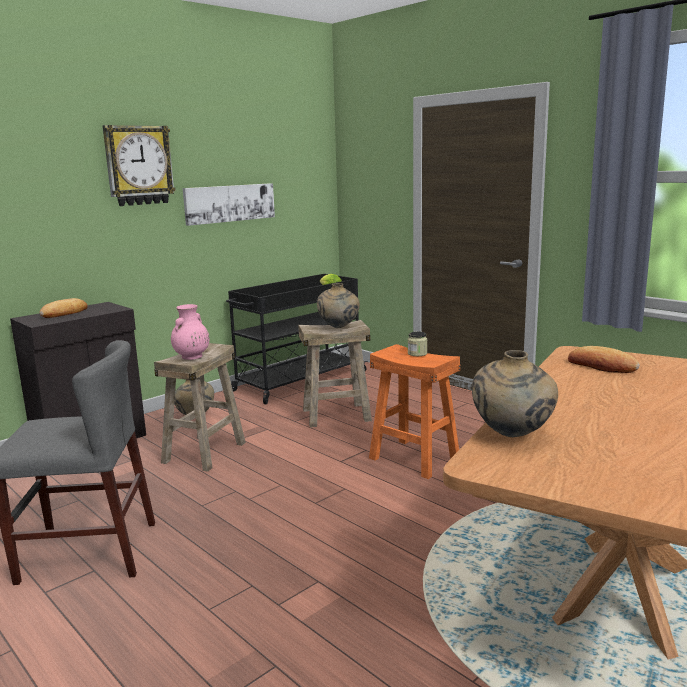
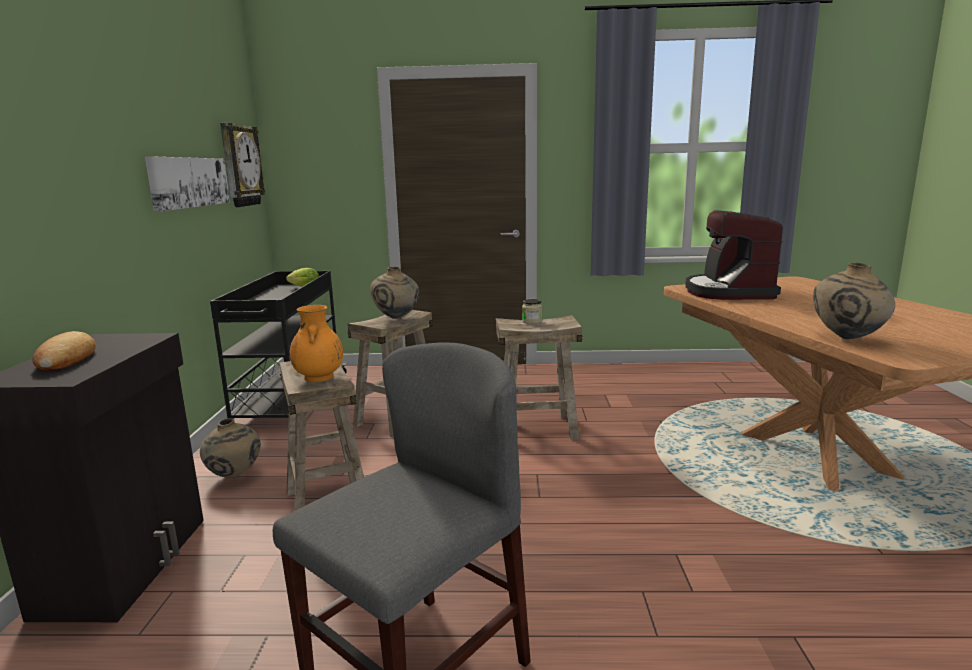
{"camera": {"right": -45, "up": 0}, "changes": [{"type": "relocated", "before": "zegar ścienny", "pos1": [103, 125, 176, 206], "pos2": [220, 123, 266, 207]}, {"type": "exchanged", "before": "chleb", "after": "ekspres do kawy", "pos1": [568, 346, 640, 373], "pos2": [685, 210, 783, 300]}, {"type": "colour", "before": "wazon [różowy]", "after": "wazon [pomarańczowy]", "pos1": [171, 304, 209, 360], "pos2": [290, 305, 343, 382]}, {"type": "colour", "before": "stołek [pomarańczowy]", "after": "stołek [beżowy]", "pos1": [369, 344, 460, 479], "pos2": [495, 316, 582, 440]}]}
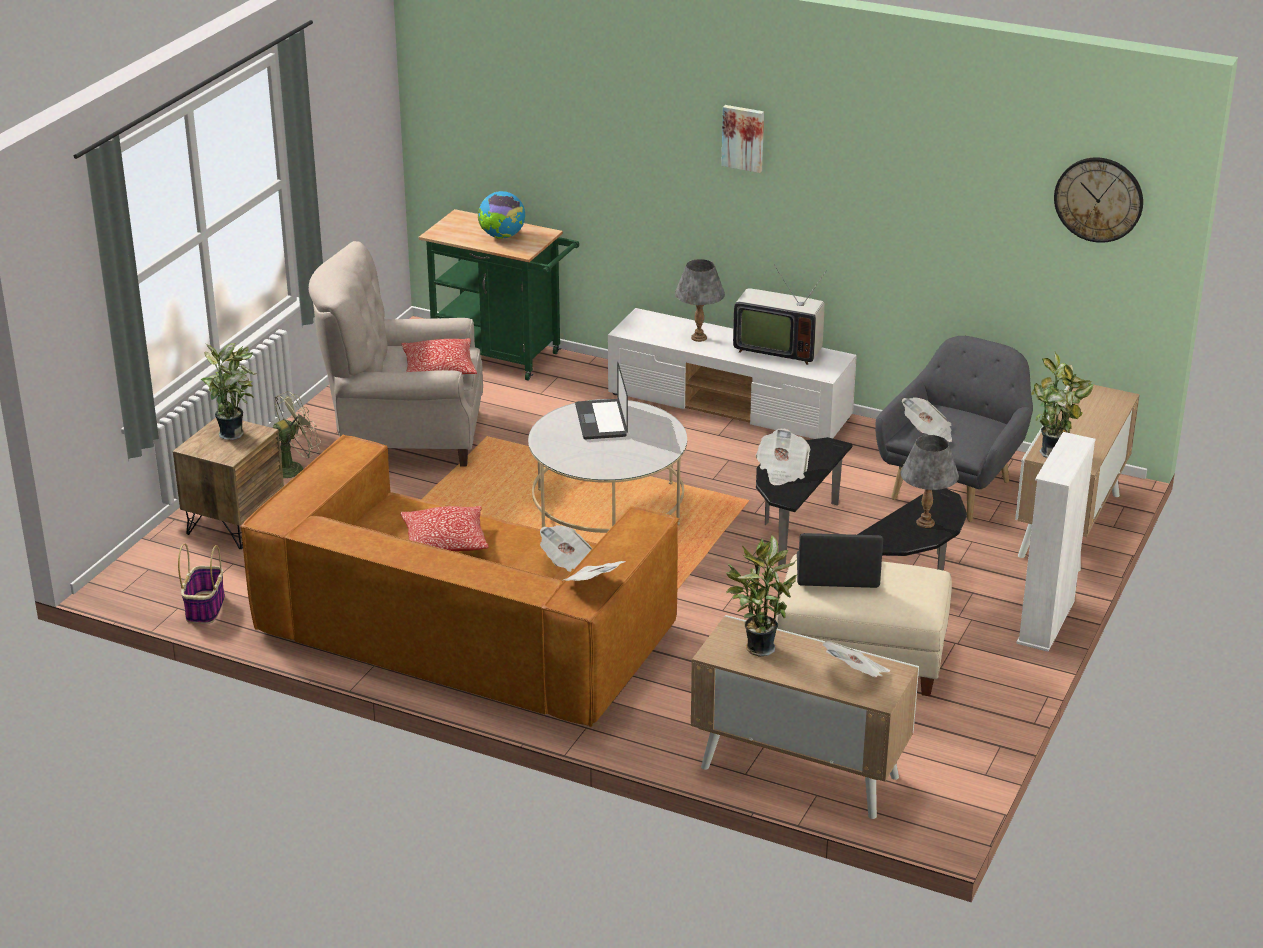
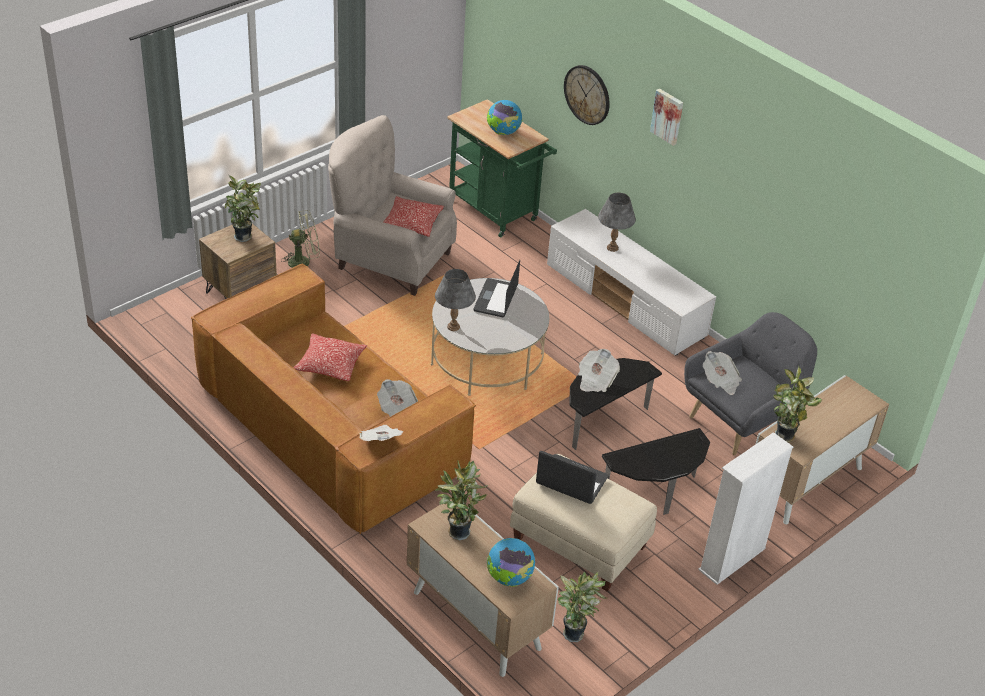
{"camera": {"right": 20, "up": 10}, "changes": [{"type": "missing", "before": "koszyk", "pos1": [178, 543, 225, 624]}, {"type": "missing", "before": "telewizor", "pos1": [733, 264, 827, 365]}, {"type": "appeared", "after": "roślina doniczkowa", "pos2": [557, 572, 607, 642]}, {"type": "relocated", "before": "lampa stołowa [szary]", "pos1": [900, 435, 959, 528], "pos2": [435, 269, 476, 331]}, {"type": "relocated", "before": "zegar ścienny", "pos1": [1054, 158, 1143, 243], "pos2": [564, 65, 610, 125]}, {"type": "exchanged", "before": "gazeta", "after": "globus", "pos1": [823, 641, 890, 677], "pos2": [487, 538, 535, 587]}]}
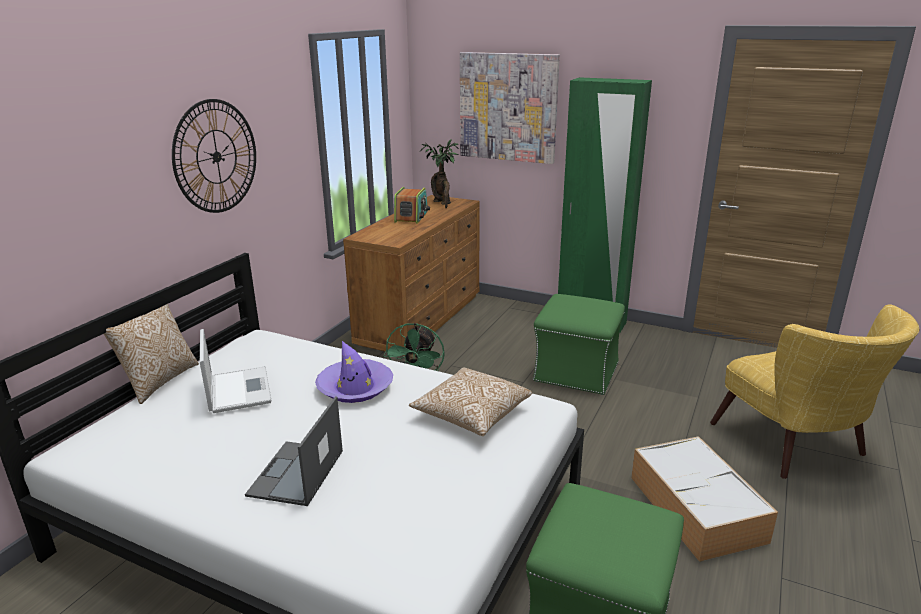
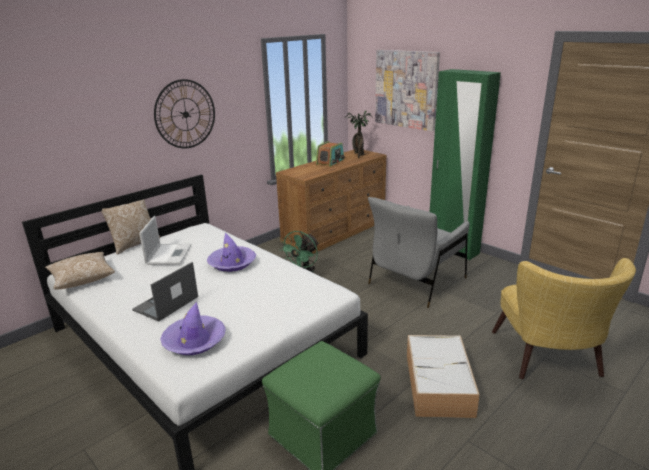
{"camera": {"right": 20, "up": 0}, "changes": [{"type": "appeared", "after": "kapelusz [fioletowy]", "pos2": [160, 302, 226, 355]}, {"type": "relocated", "before": "poduszka", "pos1": [409, 367, 532, 436], "pos2": [45, 252, 115, 289]}, {"type": "exchanged", "before": "pufa [zielony]", "after": "fotel [szary]", "pos1": [533, 294, 625, 395], "pos2": [368, 197, 469, 308]}]}
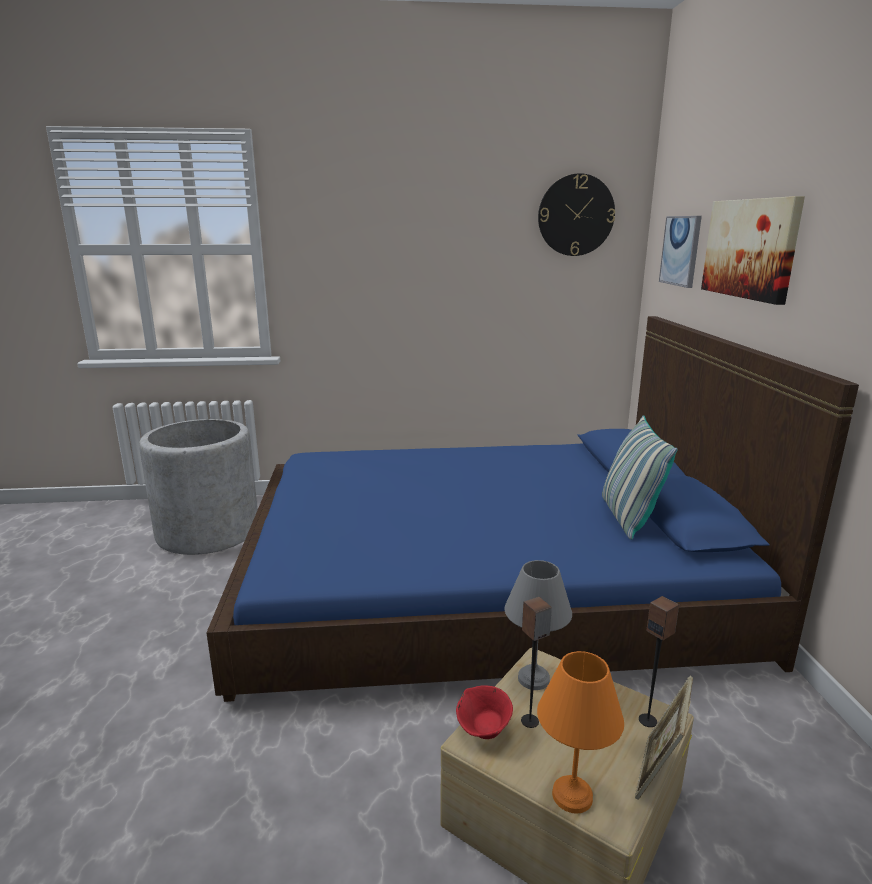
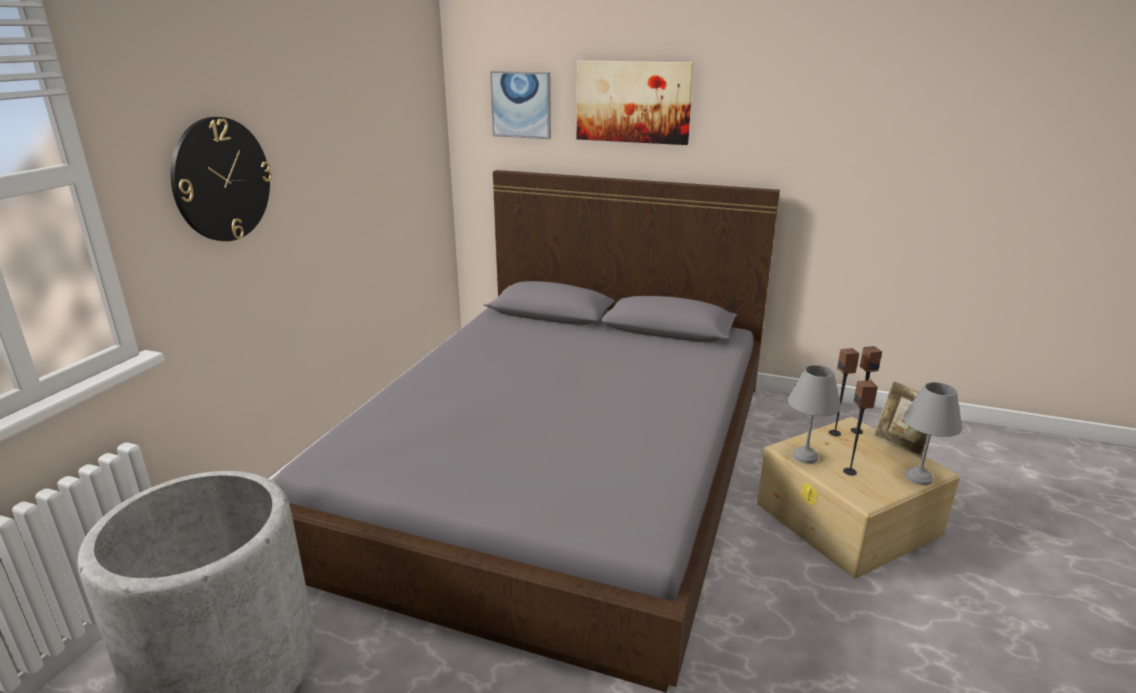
{"camera": {"right": -65, "up": 5}, "changes": [{"type": "missing", "before": "miska [czerwony]", "pos1": [456, 685, 513, 739]}, {"type": "missing", "before": "poduszka", "pos1": [602, 415, 677, 540]}, {"type": "appeared", "after": "głośnik", "pos2": [829, 348, 859, 436]}, {"type": "relocated", "before": "zegar ścienny", "pos1": [538, 173, 615, 256], "pos2": [171, 117, 272, 241]}, {"type": "colour", "before": "łóżko [niebieski]", "after": "łóżko [szary]", "pos1": [206, 316, 859, 702], "pos2": [274, 170, 780, 692]}, {"type": "colour", "before": "lampa stołowa [pomarańczowy]", "after": "lampa stołowa [szary]", "pos1": [537, 651, 624, 813], "pos2": [903, 382, 962, 485]}]}
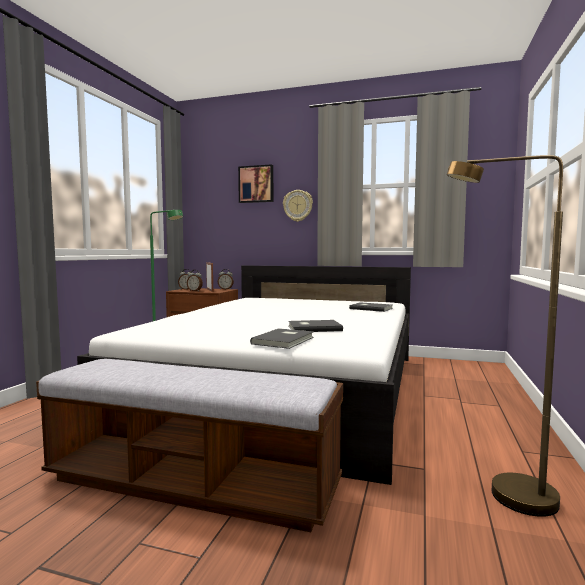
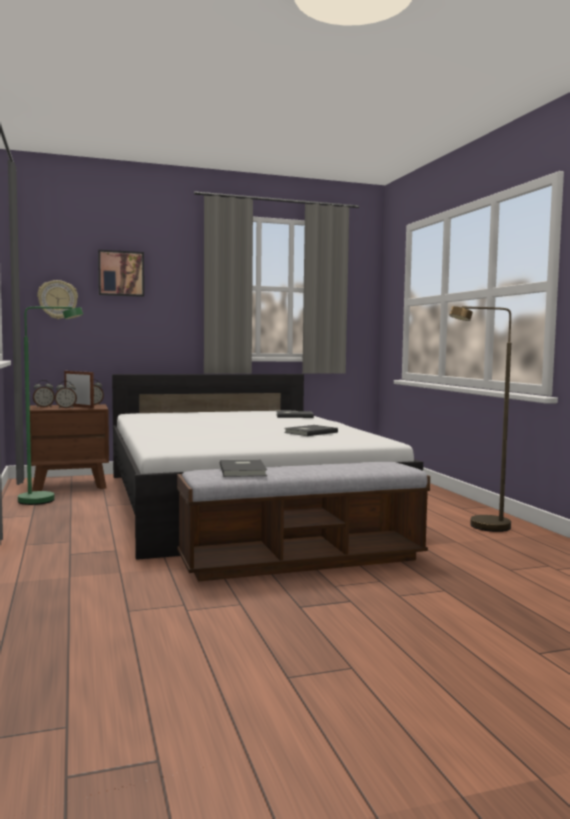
{"camera": {"right": -35, "up": 0}, "changes": [{"type": "relocated", "before": "książka [szary]", "pos1": [250, 328, 314, 349], "pos2": [220, 459, 267, 477]}, {"type": "relocated", "before": "zegar ścienny", "pos1": [283, 190, 313, 222], "pos2": [37, 280, 78, 319]}]}
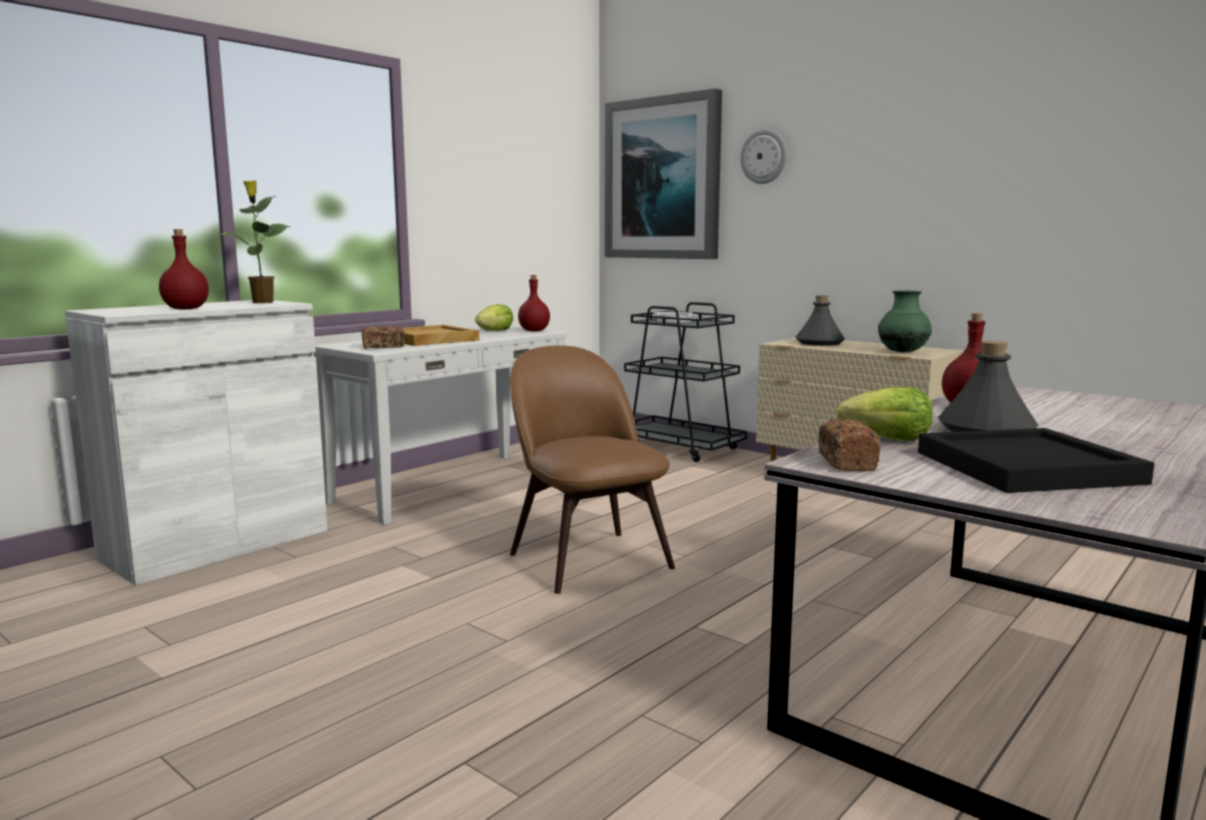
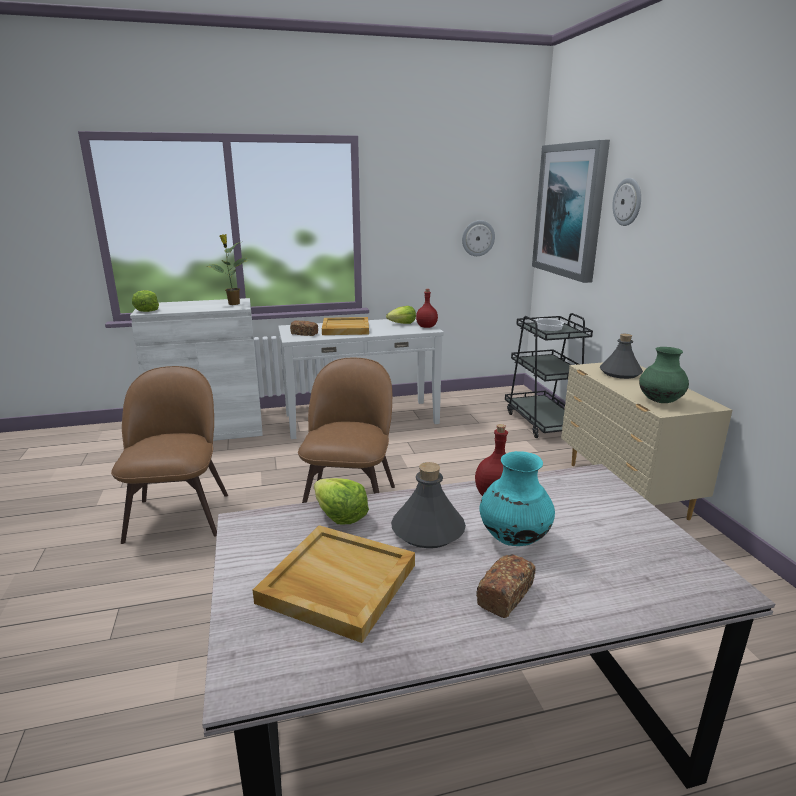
{"camera": {"right": 35, "up": 10}, "changes": [{"type": "missing", "before": "butelka [czerwony]", "pos1": [159, 229, 209, 309]}, {"type": "appeared", "after": "krzesło [brązowy]", "pos2": [111, 366, 228, 544]}, {"type": "appeared", "after": "sałata", "pos2": [132, 290, 159, 312]}, {"type": "appeared", "after": "zegar ścienny", "pos2": [462, 220, 495, 256]}, {"type": "appeared", "after": "wazon [turkusowy]", "pos2": [480, 451, 555, 546]}, {"type": "relocated", "before": "chleb", "pos1": [818, 419, 881, 471], "pos2": [476, 554, 536, 618]}, {"type": "colour", "before": "taca [czarny]", "after": "taca [beżowy]", "pos1": [918, 428, 1154, 493], "pos2": [253, 525, 415, 643]}]}
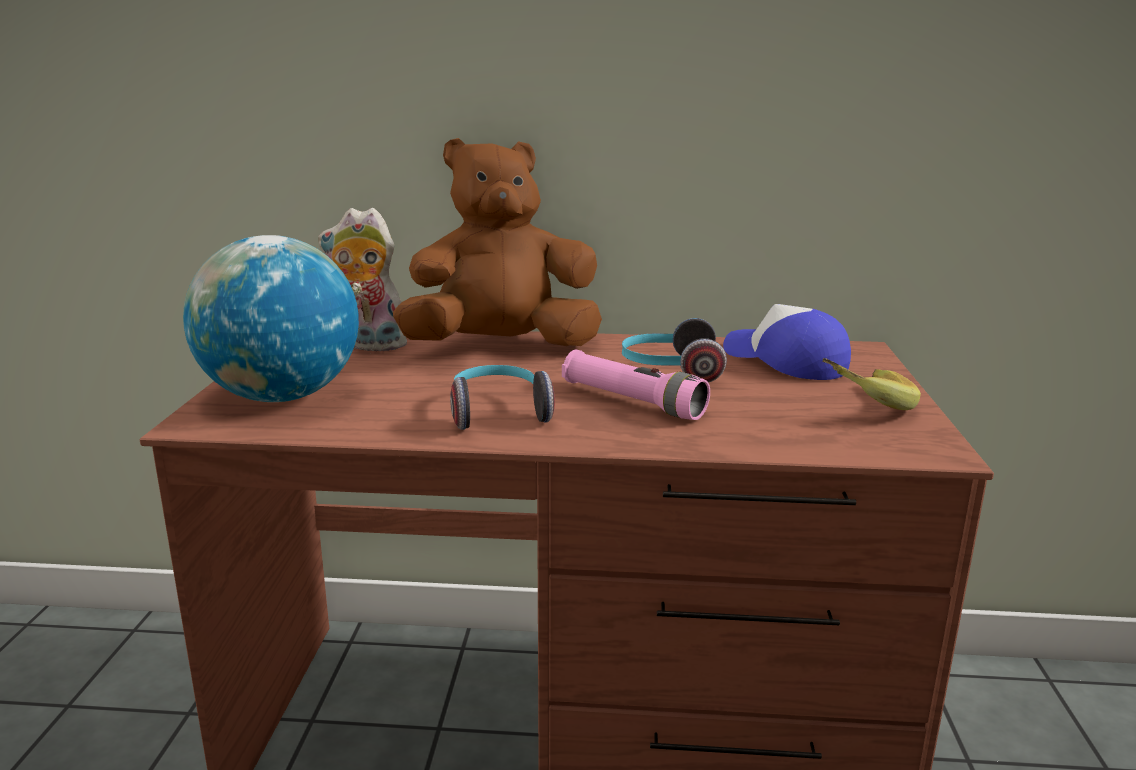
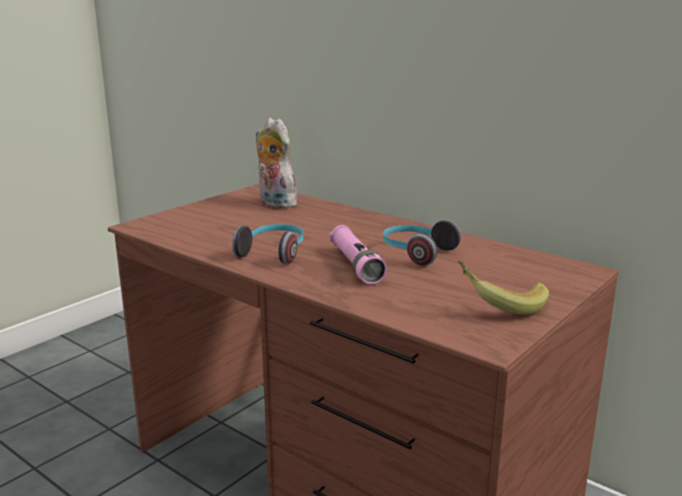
{"camera": {"right": 35, "up": 0}, "changes": [{"type": "missing", "before": "globus", "pos1": [183, 235, 359, 402]}, {"type": "missing", "before": "pluszak [brązowy]", "pos1": [393, 138, 602, 346]}, {"type": "missing", "before": "czapka z daszkiem", "pos1": [723, 304, 851, 380]}]}
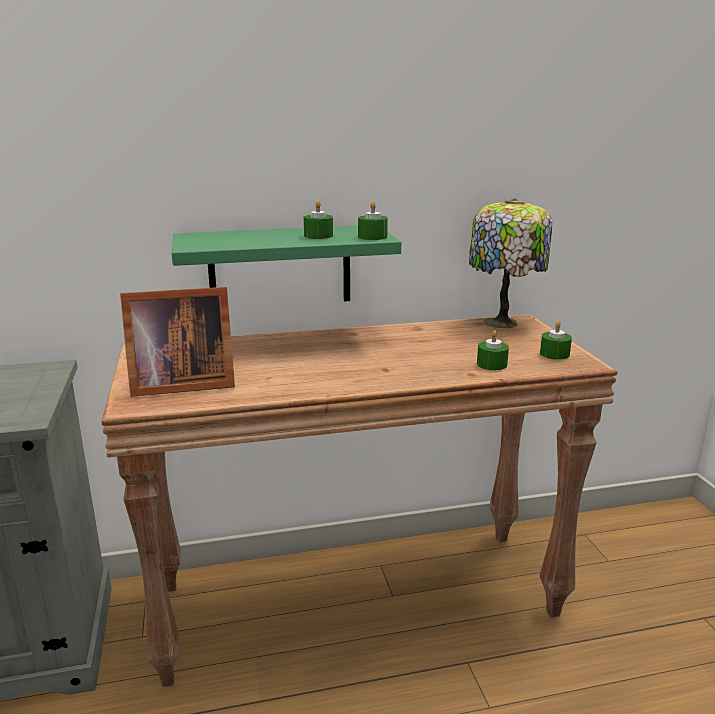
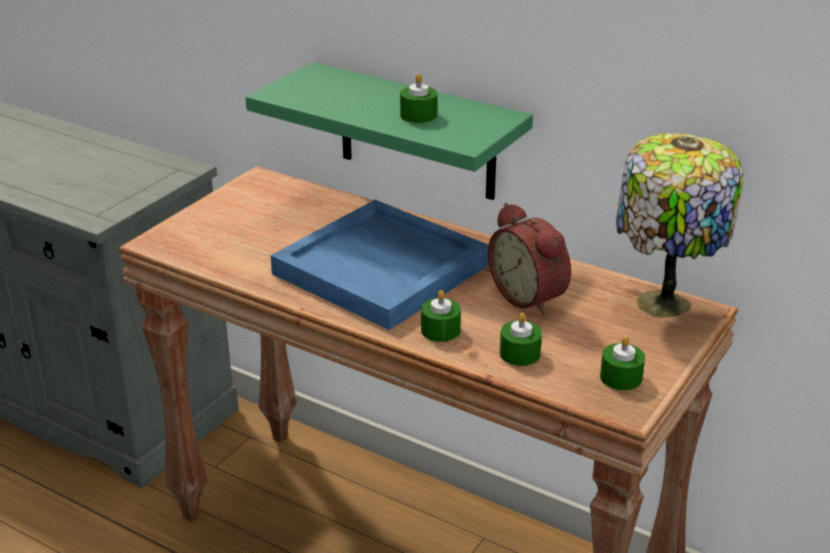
{"camera": {"right": 45, "up": 10}, "changes": [{"type": "missing", "before": "ramka na zdjęcie", "pos1": [120, 287, 235, 397]}, {"type": "appeared", "after": "taca [niebieski]", "pos2": [271, 200, 489, 330]}, {"type": "appeared", "after": "budzik", "pos2": [488, 203, 571, 315]}, {"type": "relocated", "before": "świeca [zielony]", "pos1": [358, 201, 388, 240], "pos2": [421, 290, 461, 342]}]}
